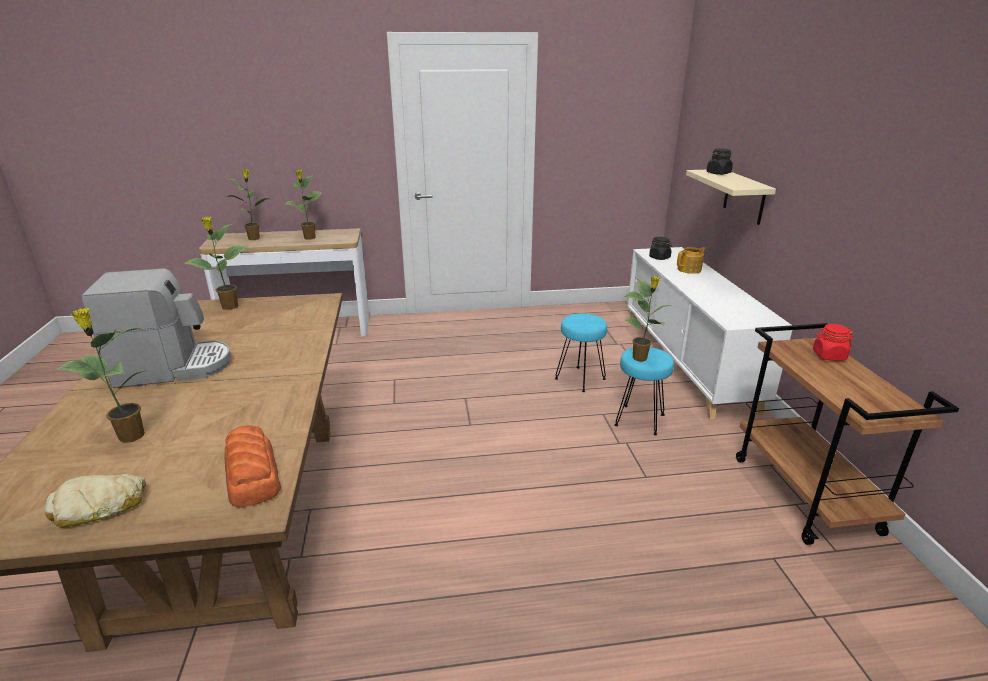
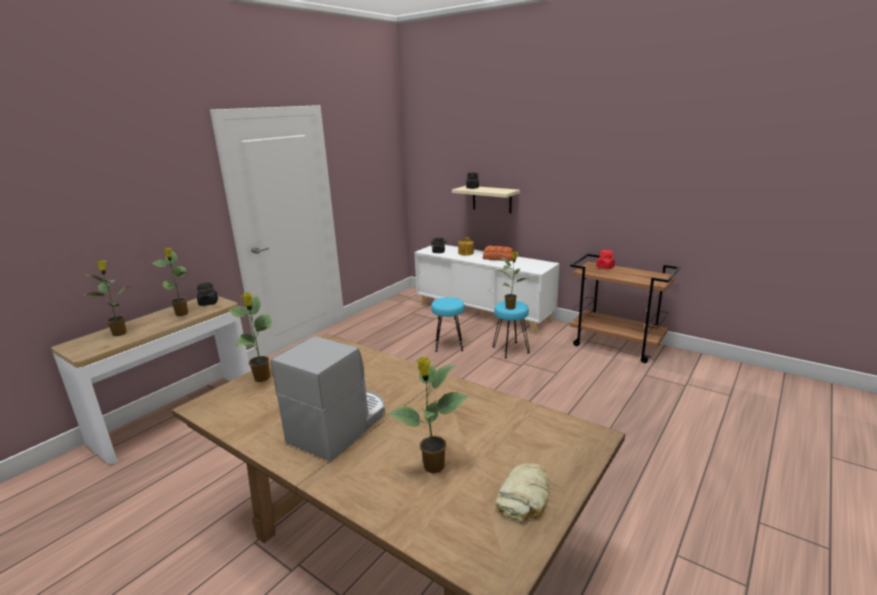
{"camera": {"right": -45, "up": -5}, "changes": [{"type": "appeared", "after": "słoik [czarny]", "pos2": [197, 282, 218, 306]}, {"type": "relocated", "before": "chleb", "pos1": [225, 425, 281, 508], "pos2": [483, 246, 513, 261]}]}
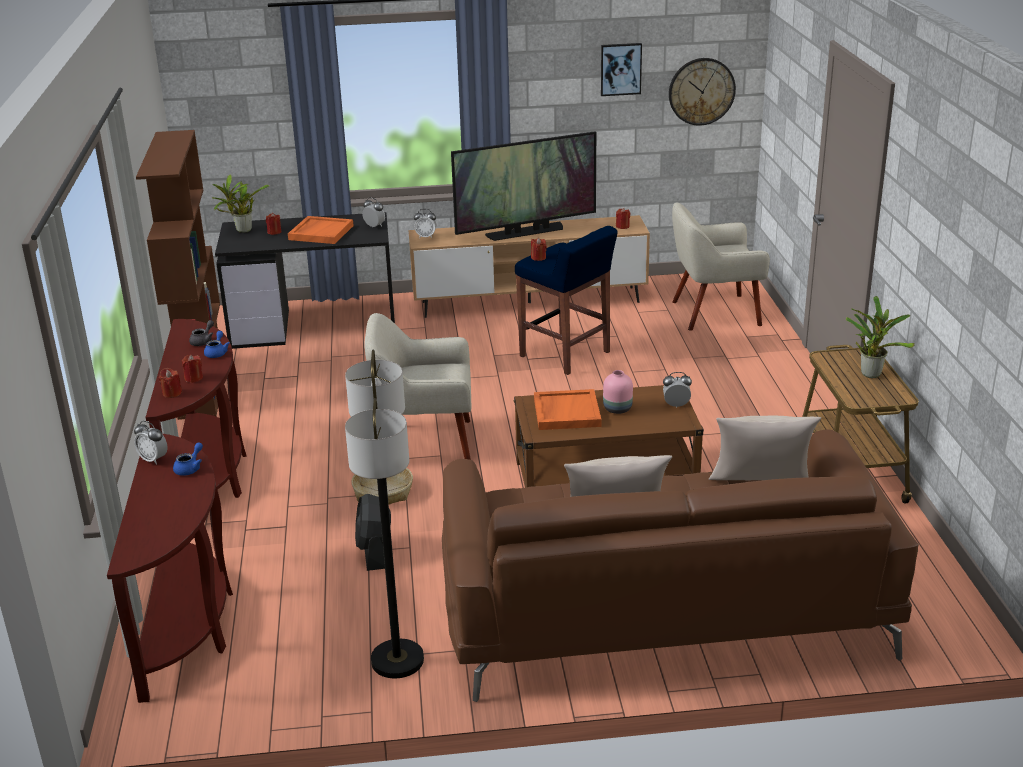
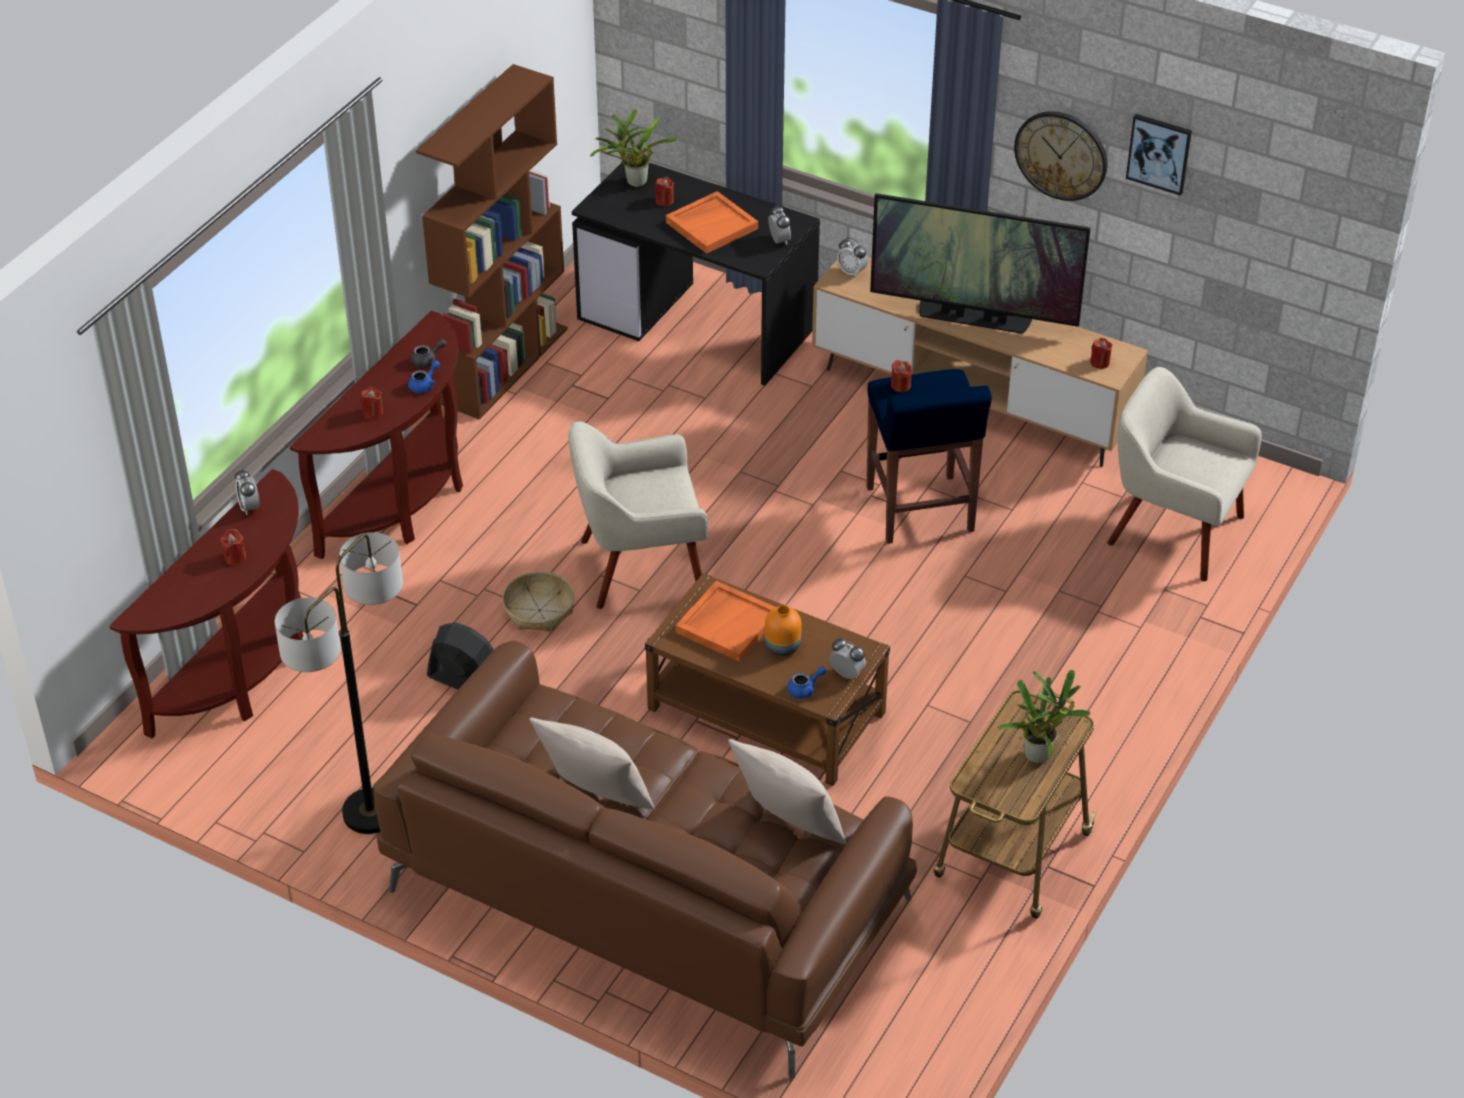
{"camera": {"right": 35, "up": 15}, "changes": [{"type": "relocated", "before": "świeca [czerwony]", "pos1": [159, 368, 182, 398], "pos2": [221, 529, 246, 565]}, {"type": "relocated", "before": "imbryk [niebieski]", "pos1": [173, 442, 203, 476], "pos2": [787, 666, 827, 698]}, {"type": "relocated", "before": "zegar ścienny", "pos1": [669, 58, 736, 126], "pos2": [1014, 111, 1107, 201]}, {"type": "colour", "before": "wazon [różowy]", "after": "wazon [pomarańczowy]", "pos1": [603, 370, 633, 414], "pos2": [765, 605, 802, 656]}, {"type": "spun", "before": "wentylator [czarny]", "pos1": [355, 494, 391, 571], "pos2": [427, 623, 494, 690], "turn": 90}, {"type": "spun", "before": "fotel [beżowy]", "pos1": [364, 313, 471, 460], "pos2": [568, 421, 708, 609], "turn": -45}]}
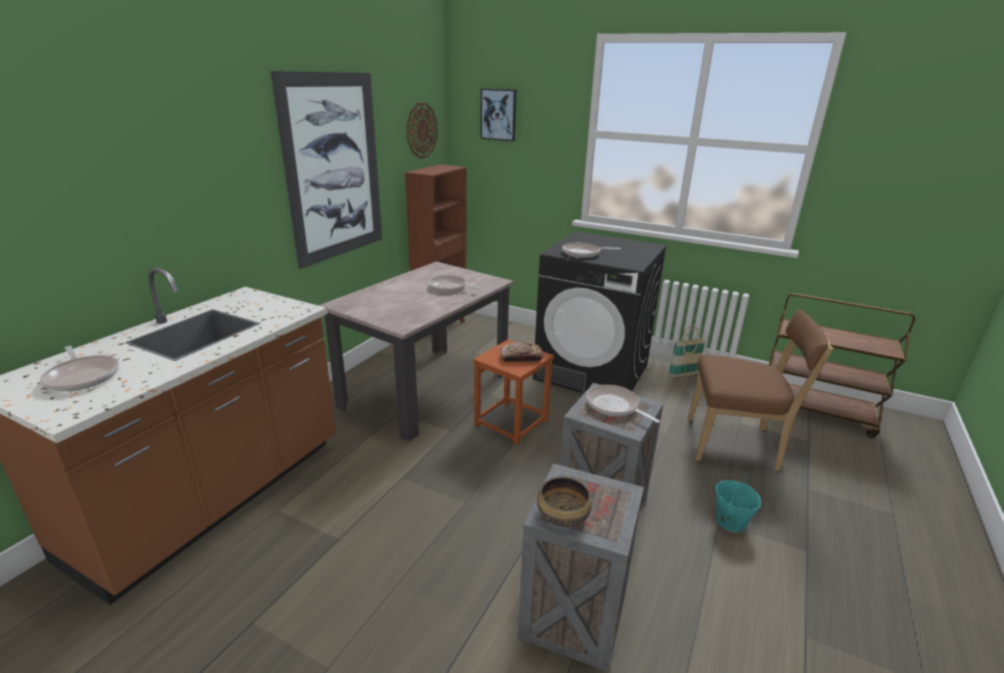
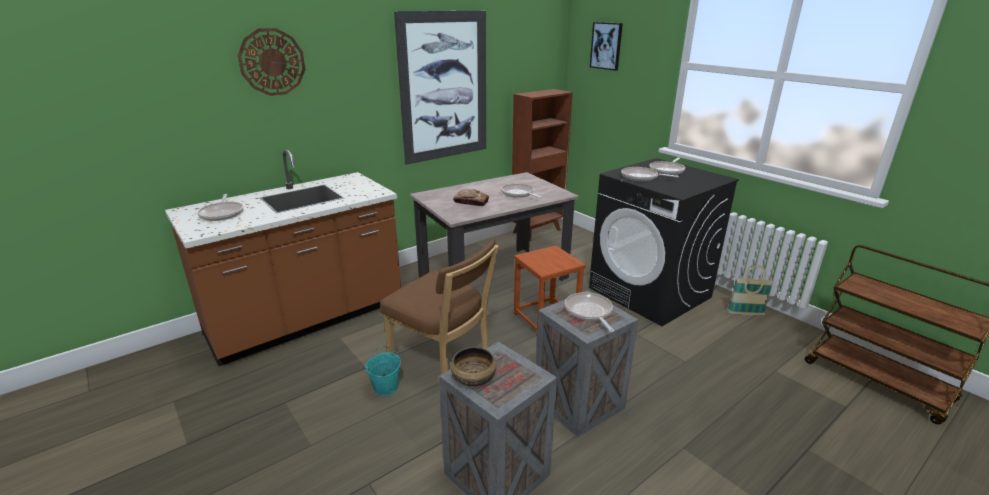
{"camera": {"right": 25, "up": 0}, "changes": [{"type": "appeared", "after": "patelnia", "pos2": [650, 158, 685, 175]}, {"type": "relocated", "before": "zegar ścienny", "pos1": [407, 103, 438, 159], "pos2": [238, 28, 305, 96]}, {"type": "relocated", "before": "chleb", "pos1": [501, 341, 543, 362], "pos2": [453, 189, 489, 206]}, {"type": "relocated", "before": "krzesło [brązowy]", "pos1": [688, 310, 833, 471], "pos2": [380, 240, 499, 375]}, {"type": "relocated", "before": "wiadro [turkusowy]", "pos1": [715, 474, 761, 532], "pos2": [365, 346, 401, 396]}]}
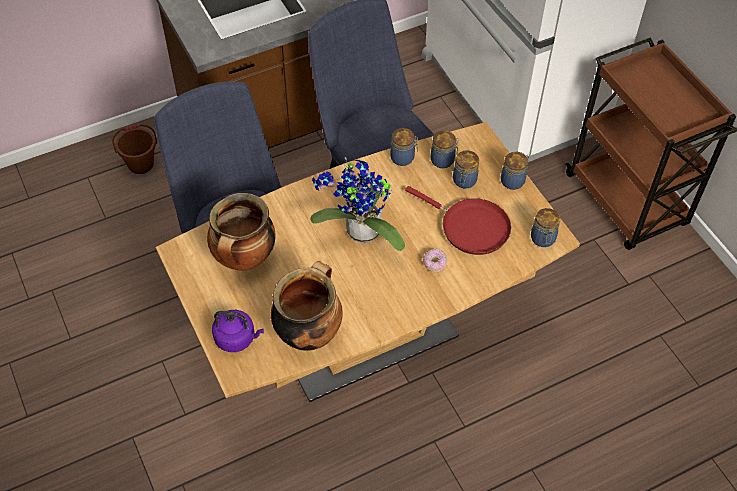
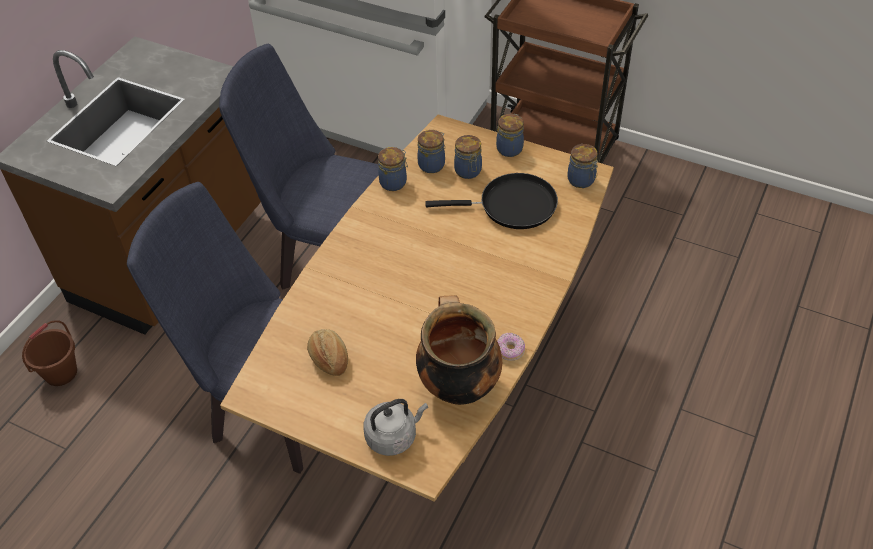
{"camera": {"right": -35, "up": -5}, "changes": [{"type": "missing", "before": "roślina doniczkowa", "pos1": [310, 157, 405, 251]}, {"type": "relocated", "before": "donut", "pos1": [423, 249, 447, 272], "pos2": [497, 333, 525, 361]}, {"type": "exchanged", "before": "garnek", "after": "chleb", "pos1": [207, 193, 276, 271], "pos2": [307, 329, 348, 376]}, {"type": "colour", "before": "czajnik [fioletowy]", "after": "czajnik [szary]", "pos1": [212, 310, 264, 352], "pos2": [364, 399, 428, 456]}, {"type": "colour", "before": "patelnia [czerwony]", "after": "patelnia [czarny]", "pos1": [405, 186, 511, 255], "pos2": [425, 173, 558, 229]}]}
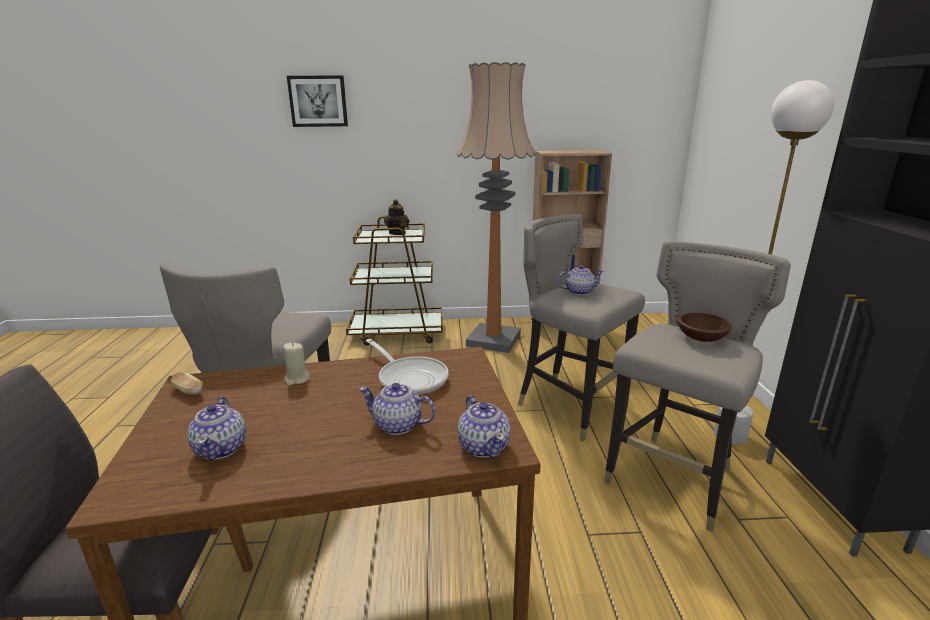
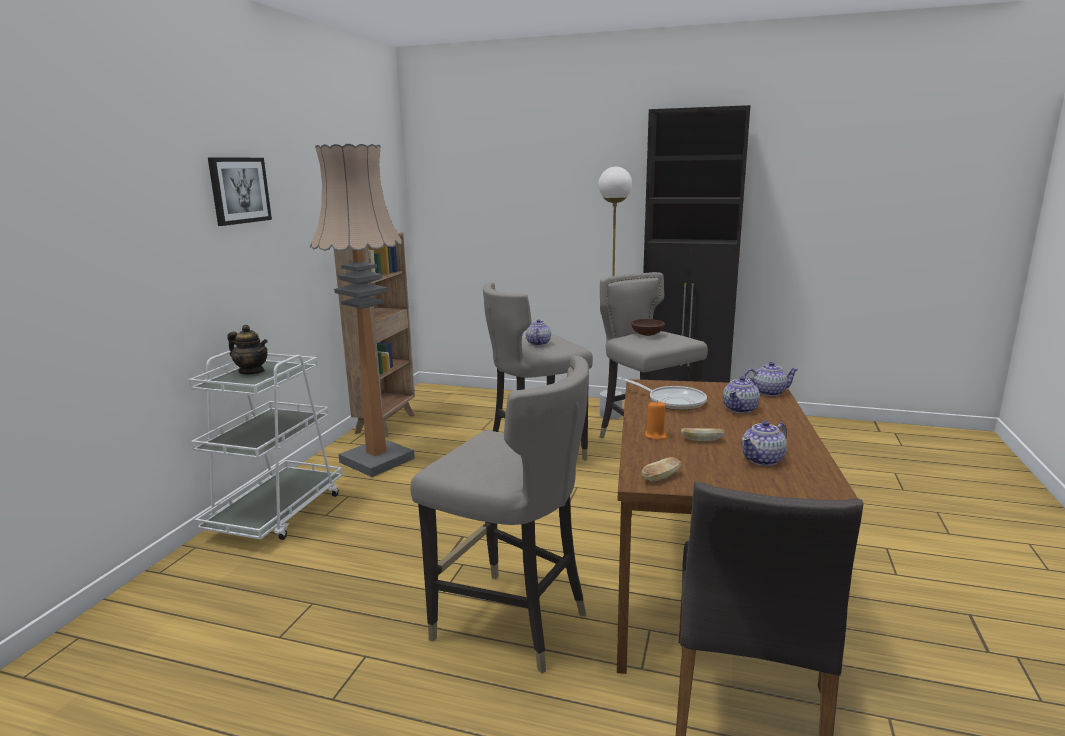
{"camera": {"right": -70, "up": -5}, "changes": [{"type": "appeared", "after": "chleb", "pos2": [681, 428, 725, 441]}, {"type": "relocated", "before": "obraz", "pos1": [287, 75, 348, 127], "pos2": [208, 157, 272, 226]}, {"type": "colour", "before": "świeca [beżowy]", "after": "świeca [pomarańczowy]", "pos1": [283, 343, 310, 385], "pos2": [645, 400, 667, 440]}, {"type": "colour", "before": "wózek [brązowy]", "after": "wózek [biały]", "pos1": [346, 216, 443, 345], "pos2": [188, 351, 343, 540]}, {"type": "spun", "before": "imbryk", "pos1": [187, 397, 246, 461], "pos2": [742, 421, 787, 466], "turn": 135}, {"type": "spun", "before": "patelnia", "pos1": [366, 339, 448, 395], "pos2": [617, 377, 707, 410], "turn": 60}]}
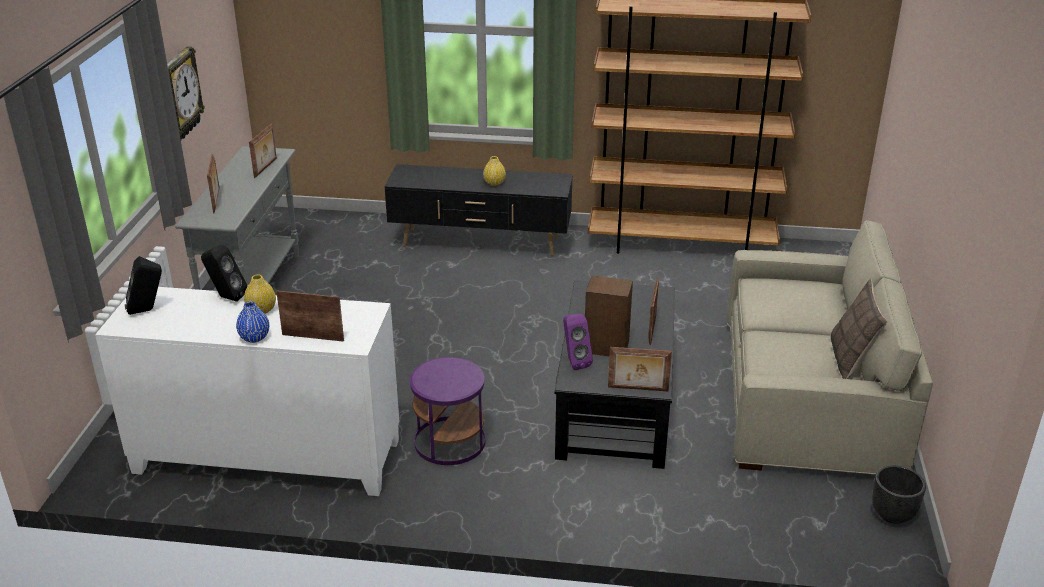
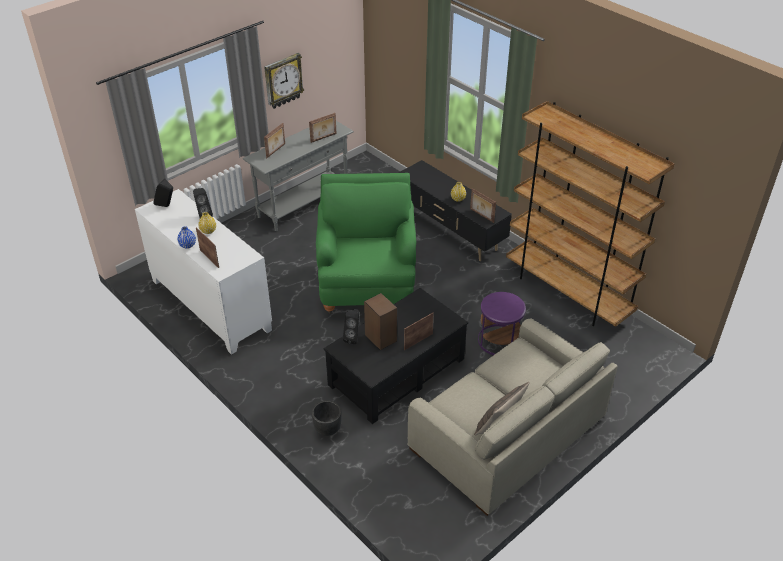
{"camera": {"right": 40, "up": 10}, "changes": [{"type": "appeared", "after": "fotel [zielony]", "pos2": [316, 173, 416, 313]}, {"type": "relocated", "before": "stolik [fioletowy]", "pos1": [410, 357, 486, 465], "pos2": [478, 292, 526, 355]}, {"type": "relocated", "before": "ramka na zdjęcie", "pos1": [608, 347, 672, 391], "pos2": [470, 188, 496, 223]}, {"type": "relocated", "before": "donica [czarny]", "pos1": [872, 465, 926, 524], "pos2": [312, 401, 342, 436]}, {"type": "colour", "before": "głośnik [fioletowy]", "after": "głośnik [czarny]", "pos1": [563, 314, 593, 370], "pos2": [343, 309, 359, 344]}]}
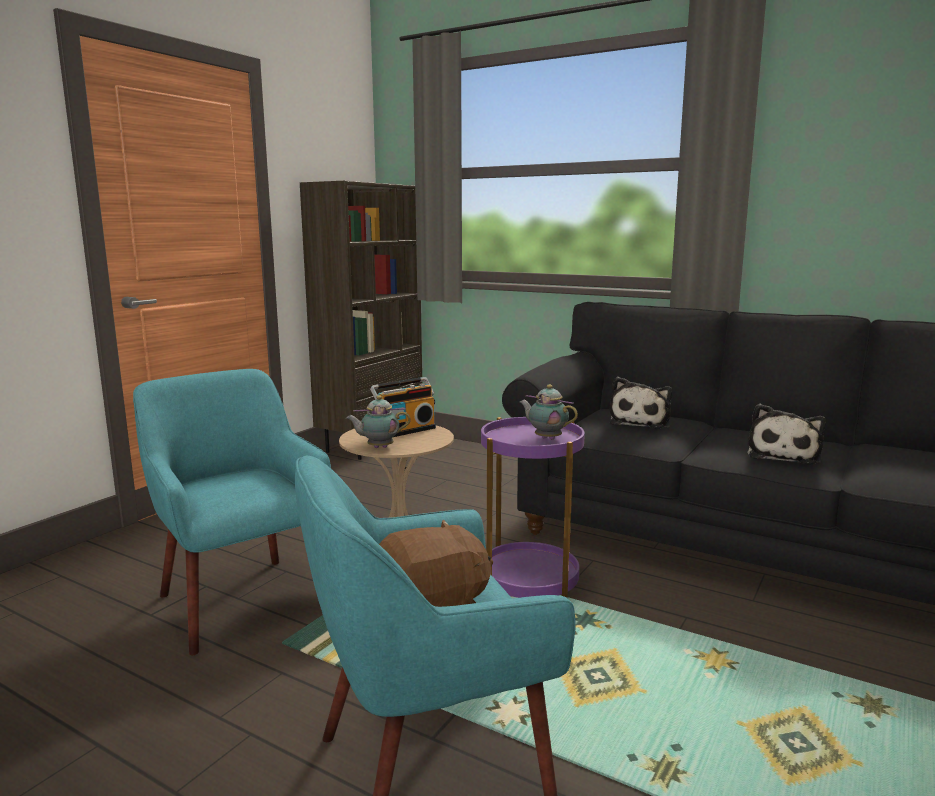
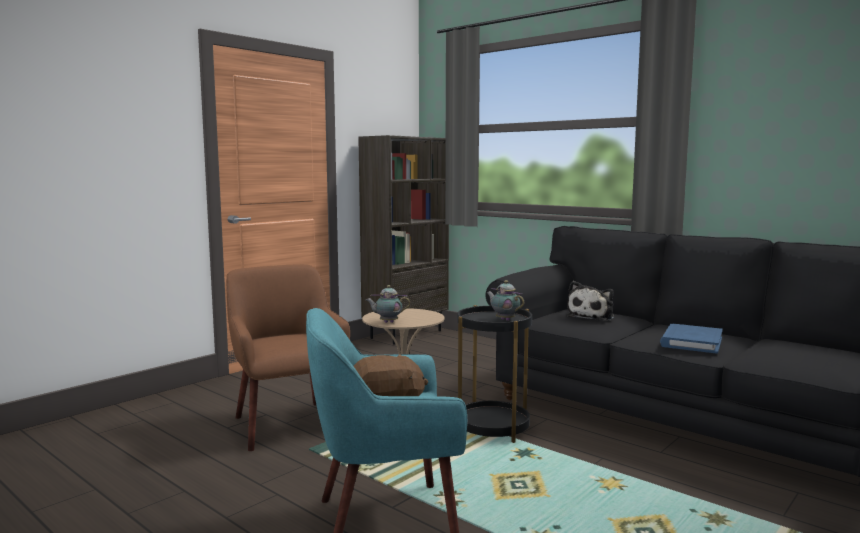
{"camera": {"right": 10, "up": -5}, "changes": [{"type": "missing", "before": "radio", "pos1": [370, 377, 436, 437]}, {"type": "exchanged", "before": "pluszak", "after": "książka [niebieski]", "pos1": [748, 404, 826, 464], "pos2": [660, 324, 723, 354]}, {"type": "colour", "before": "fotel [turkusowy]", "after": "fotel [brązowy]", "pos1": [133, 369, 331, 655], "pos2": [226, 264, 350, 451]}, {"type": "colour", "before": "stolik [fioletowy]", "after": "stolik [czarny]", "pos1": [481, 417, 585, 598], "pos2": [457, 305, 532, 443]}]}
